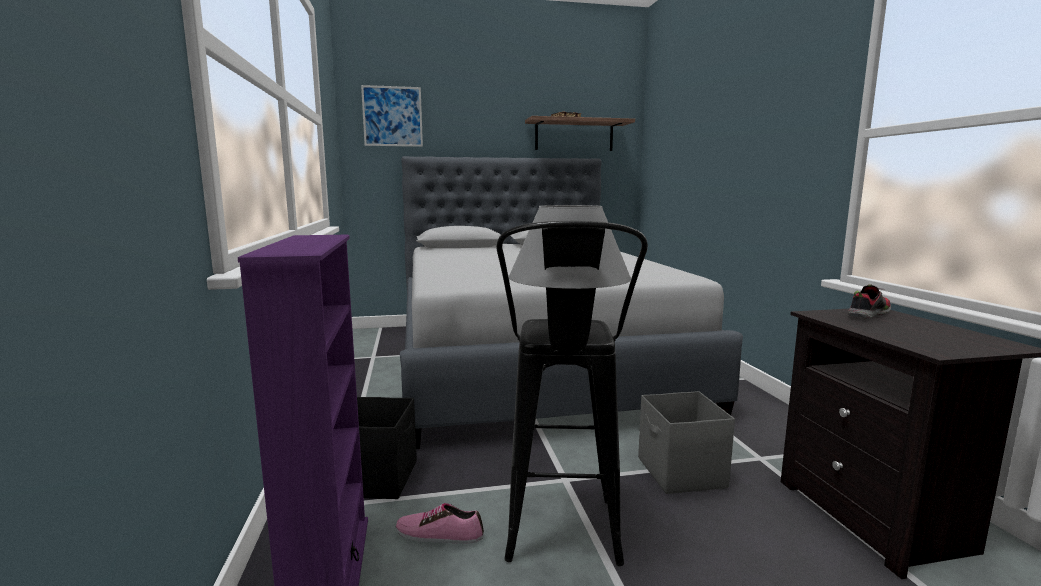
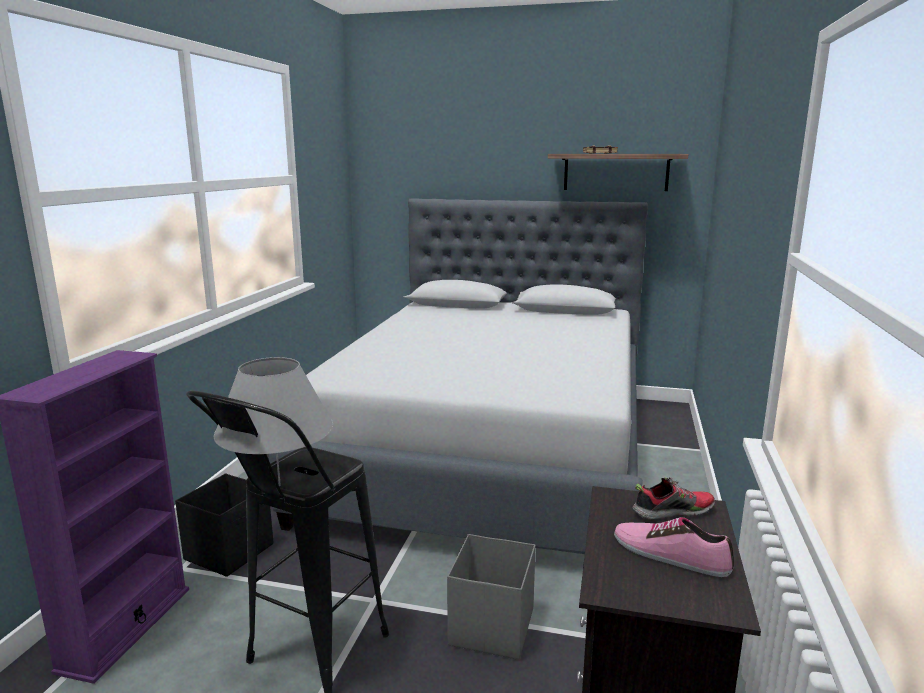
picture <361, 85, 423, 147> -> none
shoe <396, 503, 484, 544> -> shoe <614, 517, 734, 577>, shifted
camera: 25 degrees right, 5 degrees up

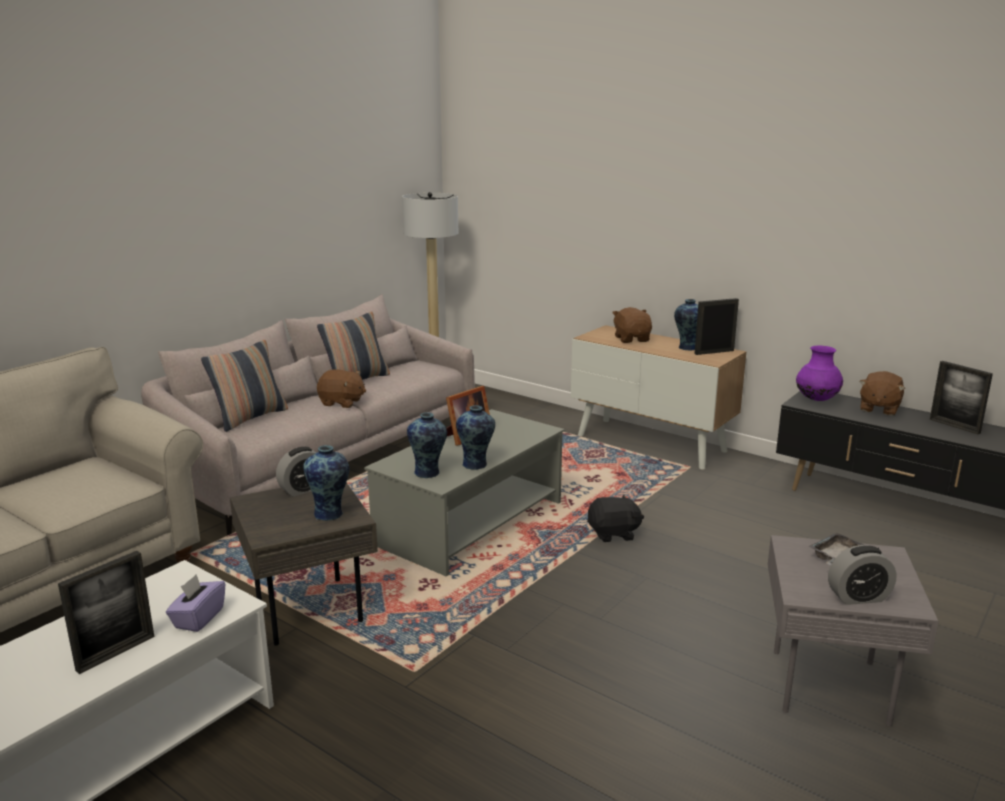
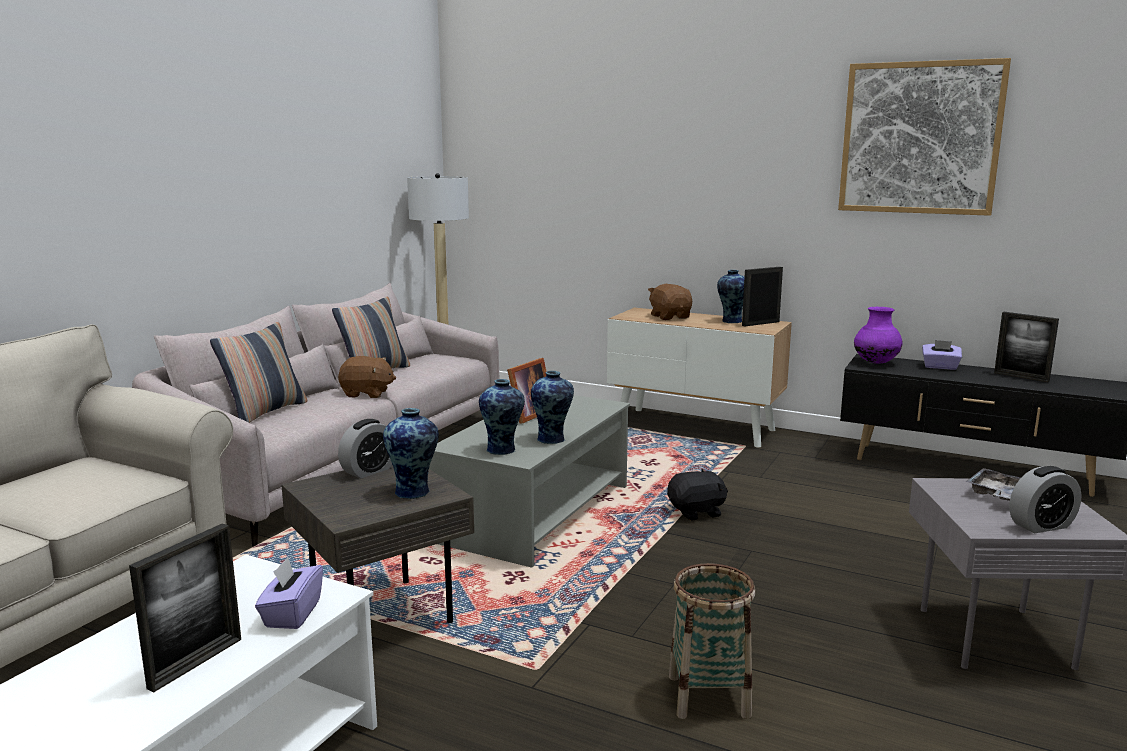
brown plush toy <859, 371, 905, 416> -> purple tissue box <922, 340, 962, 370>
none -> picture <838, 58, 1011, 216>
none -> basket <669, 563, 756, 719>
camera: 10 degrees left, 5 degrees down

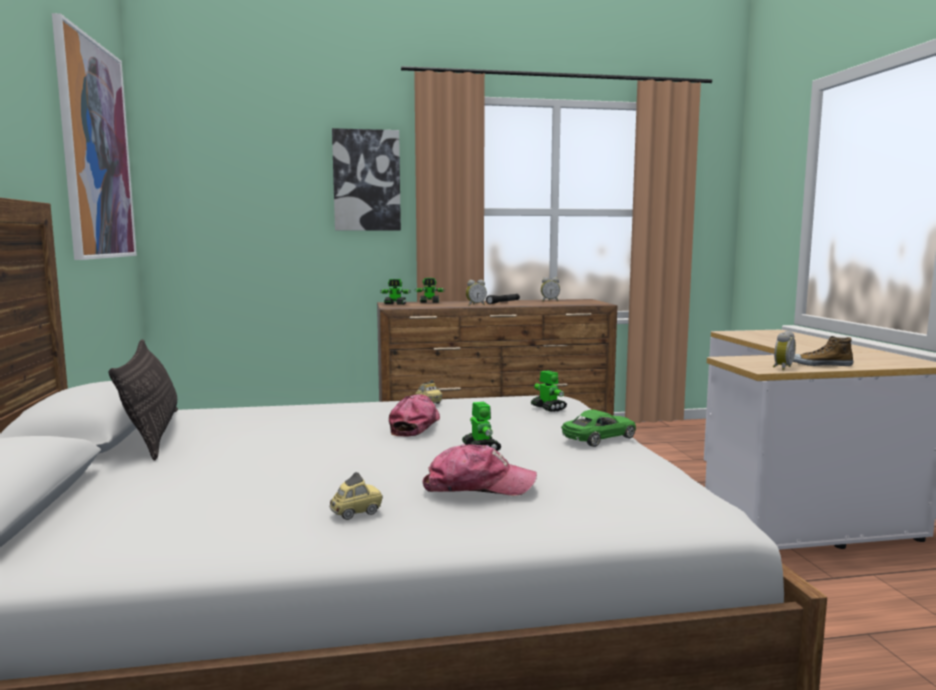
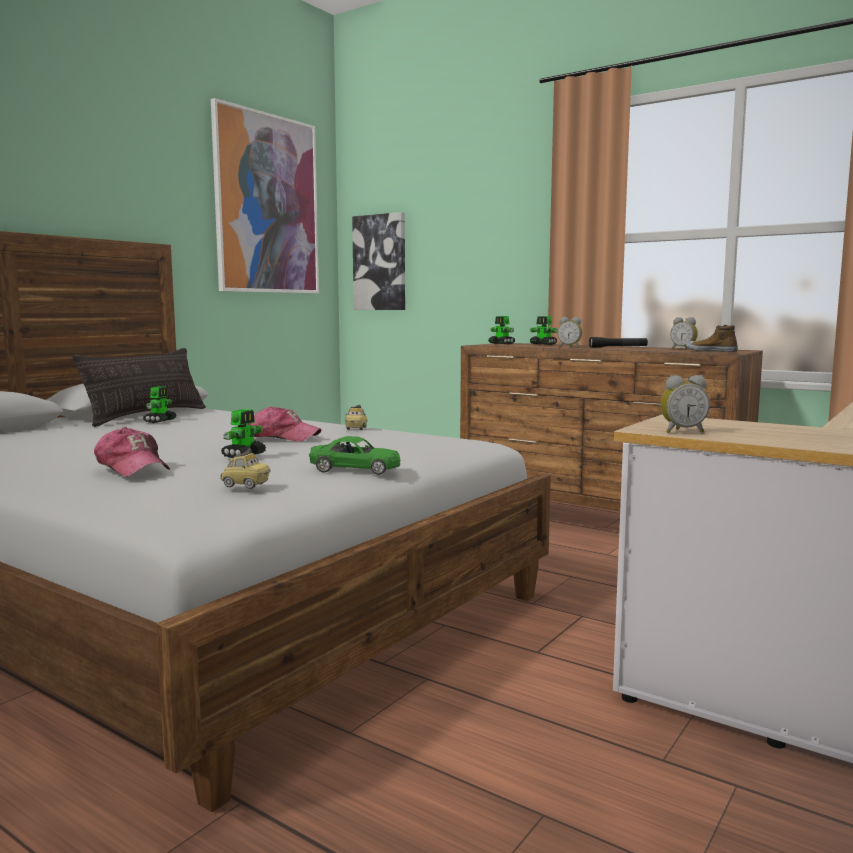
picture <332, 128, 401, 231> -> picture <352, 212, 405, 310>, shifted
shoe <793, 336, 853, 366> -> shoe <686, 325, 738, 352>, shifted
toy robot <531, 370, 567, 412> -> toy robot <143, 386, 176, 423>, shifted
cap <389, 394, 440, 436> -> cap <247, 406, 321, 441>, 45 degrees clockwise
toy car <329, 472, 383, 520> -> toy car <220, 448, 270, 489>, shifted
camera: 45 degrees right, 0 degrees up

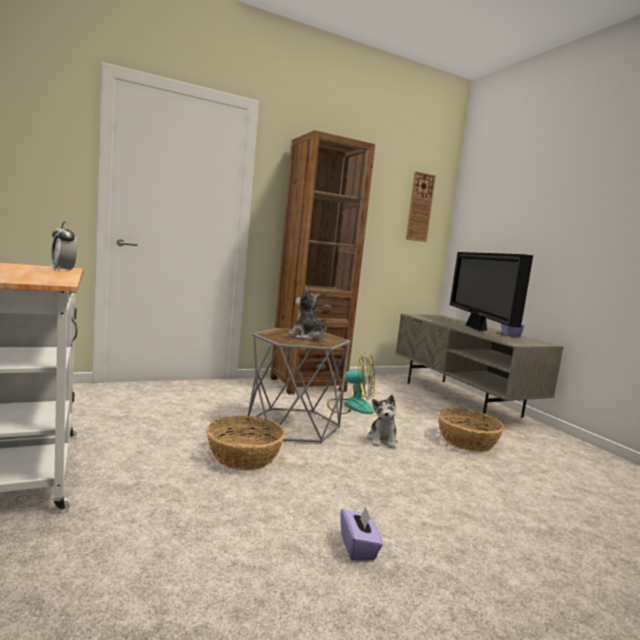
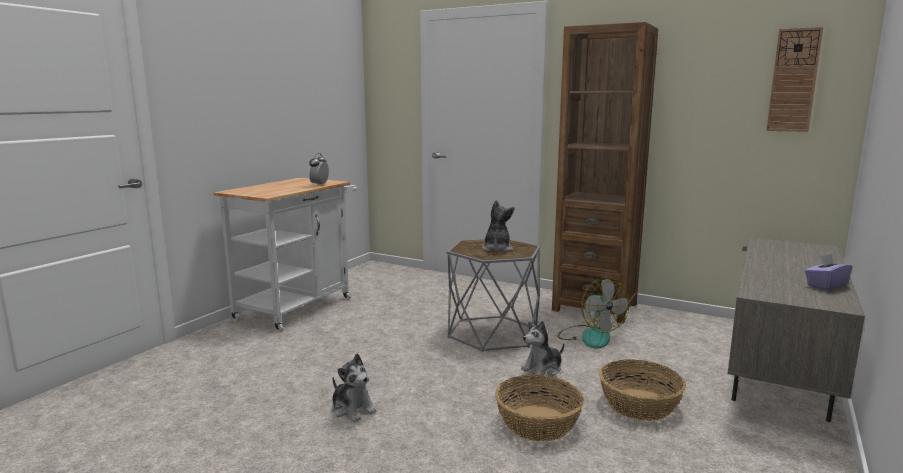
television <450, 252, 533, 331> -> none
basket <206, 415, 286, 470> -> basket <495, 374, 584, 441>, shifted
purple tissue box <341, 507, 383, 561> -> plush toy <332, 353, 377, 422>
camera: 55 degrees right, 5 degrees up

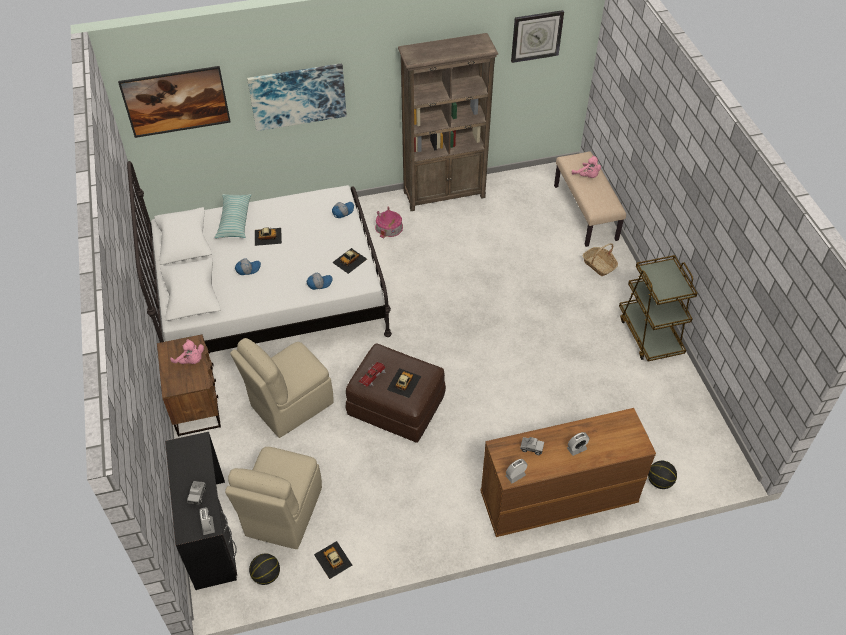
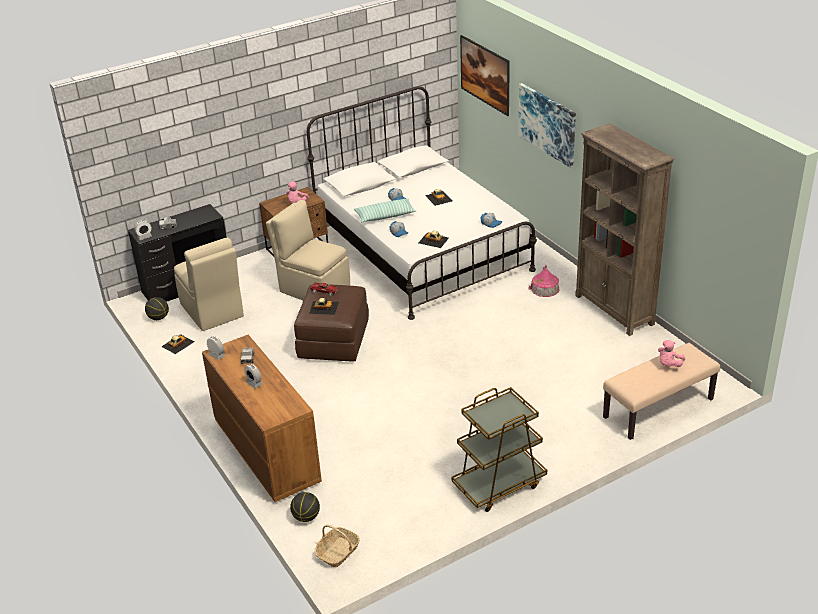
wall clock <511, 10, 564, 63> -> none
pillow <215, 194, 252, 238> -> pillow <354, 198, 416, 222>, shifted
basket <582, 243, 618, 276> -> basket <315, 525, 360, 567>, shifted
beige chair <225, 447, 322, 549> -> beige chair <174, 238, 244, 331>, 120 degrees counterclockwise
camera: 75 degrees right, 15 degrees down

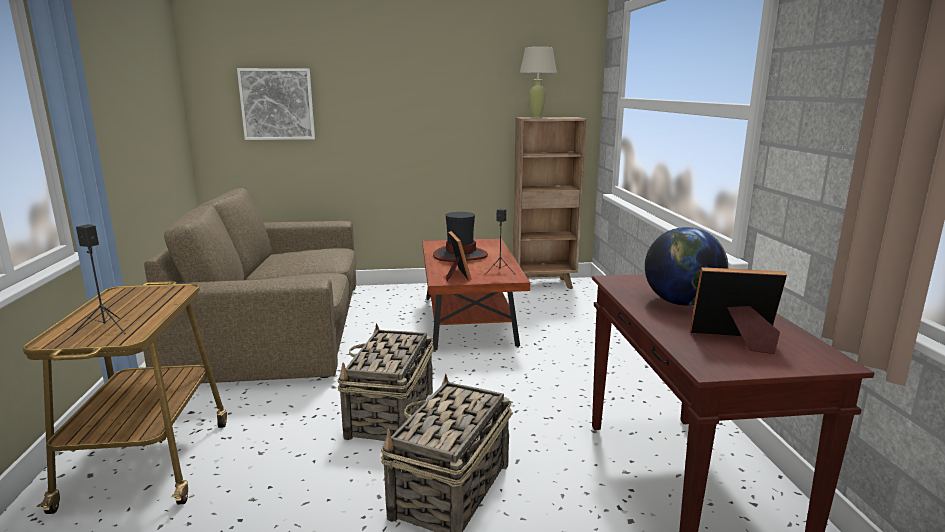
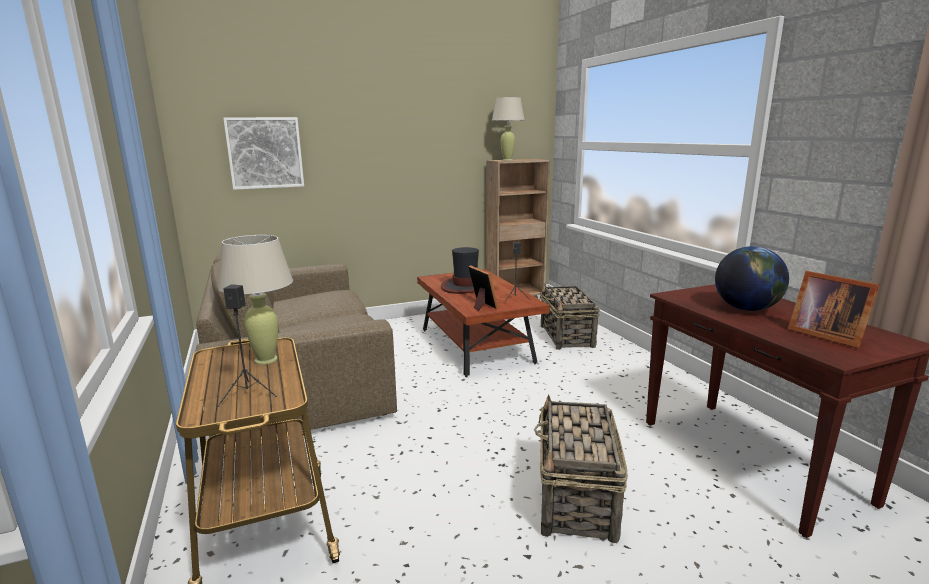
picture frame <690, 267, 787, 354> -> picture frame <788, 271, 880, 348>, 120 degrees counterclockwise
basket <337, 323, 434, 441> -> basket <540, 284, 600, 350>, shifted
none -> beige table lamp <218, 235, 293, 365>
camera: 15 degrees left, 0 degrees up

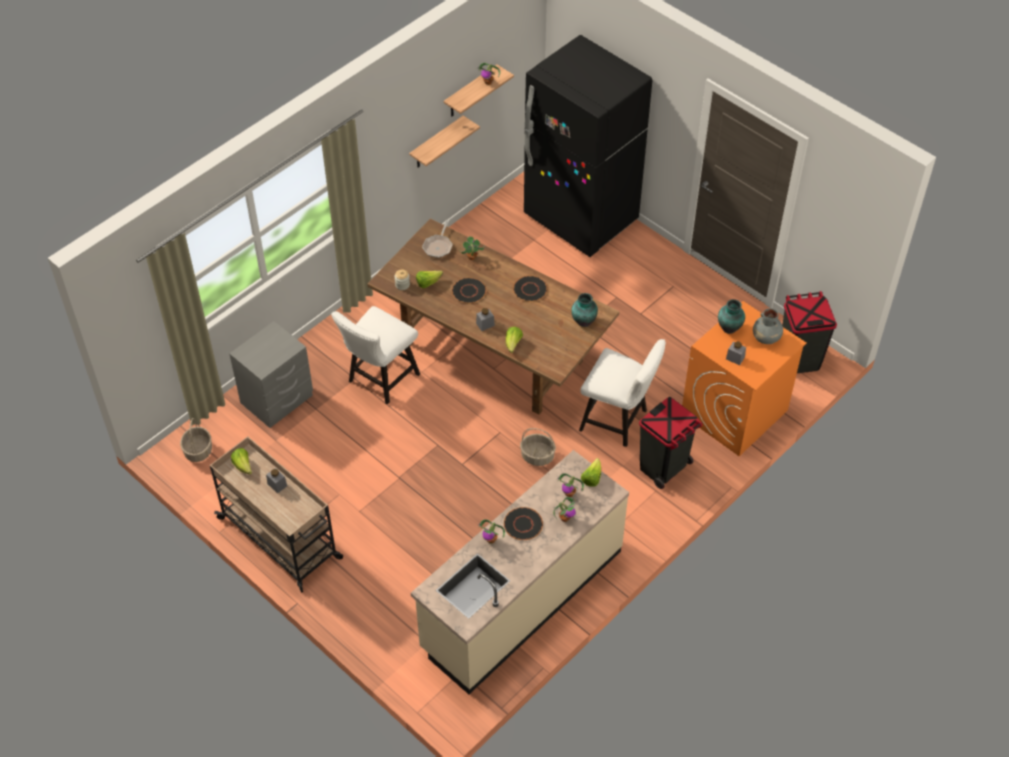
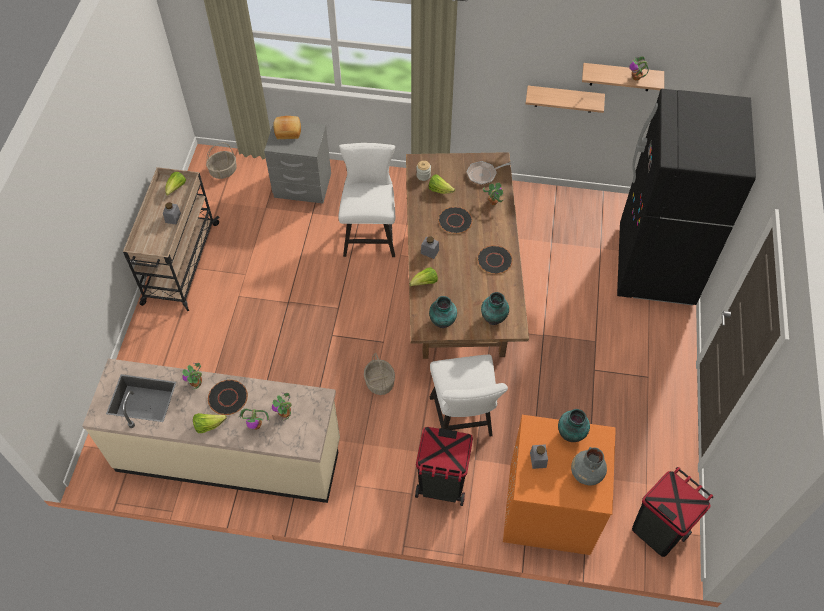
white chair <331, 306, 420, 405> -> white chair <338, 143, 395, 257>, 90 degrees clockwise
lettuce <581, 458, 601, 487> -> lettuce <193, 413, 227, 433>, shifted
none -> bread <273, 116, 301, 139>
none -> vase <429, 296, 457, 328>
camera: 55 degrees right, 5 degrees up

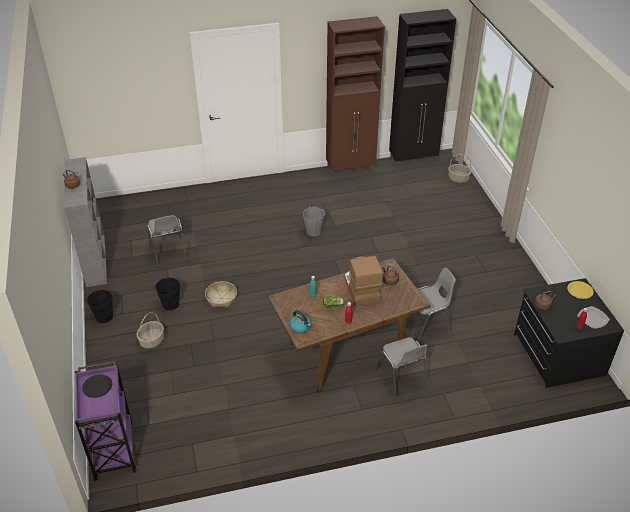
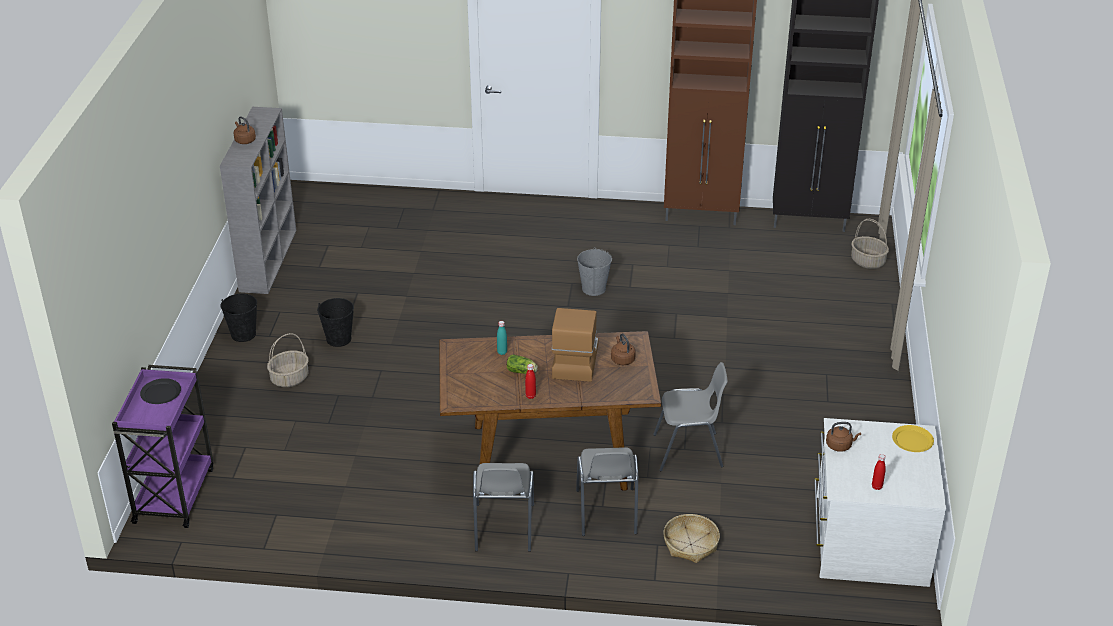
grey chair <147, 215, 187, 267> -> grey chair <473, 463, 534, 552>, shifted
black dresser <514, 278, 624, 388> -> white dresser <814, 418, 946, 587>
basket <205, 281, 237, 308> -> basket <663, 514, 720, 563>, shifted
plate <577, 306, 610, 329> -> none
kettle <289, 310, 311, 334> -> none
camera: 20 degrees right, 5 degrees down

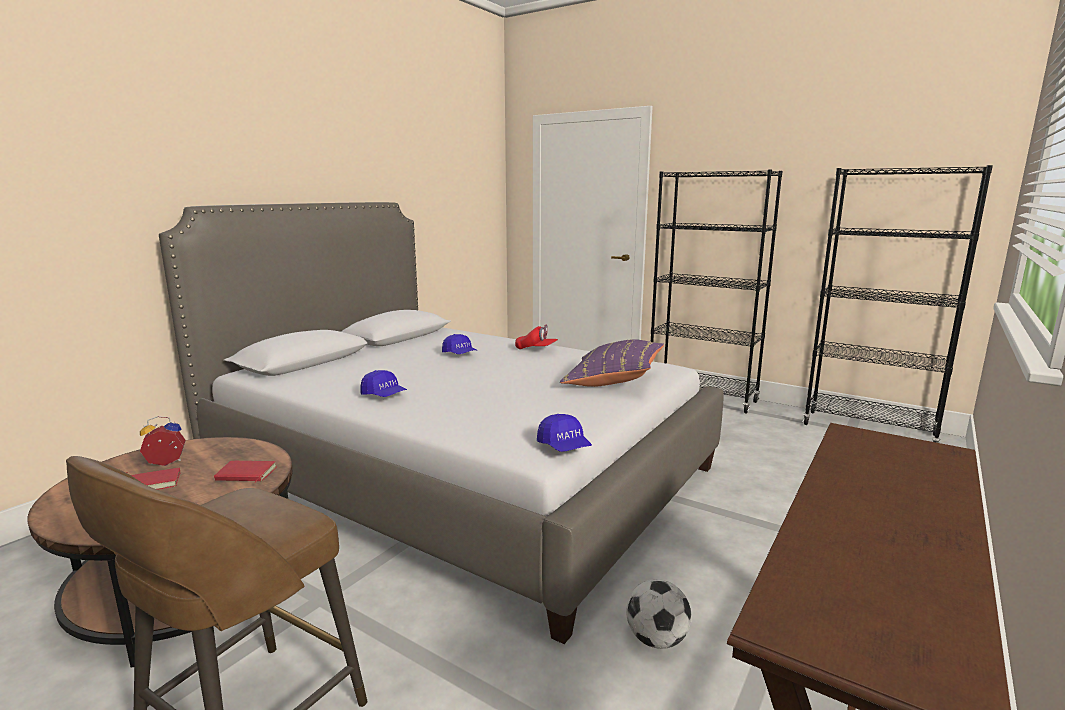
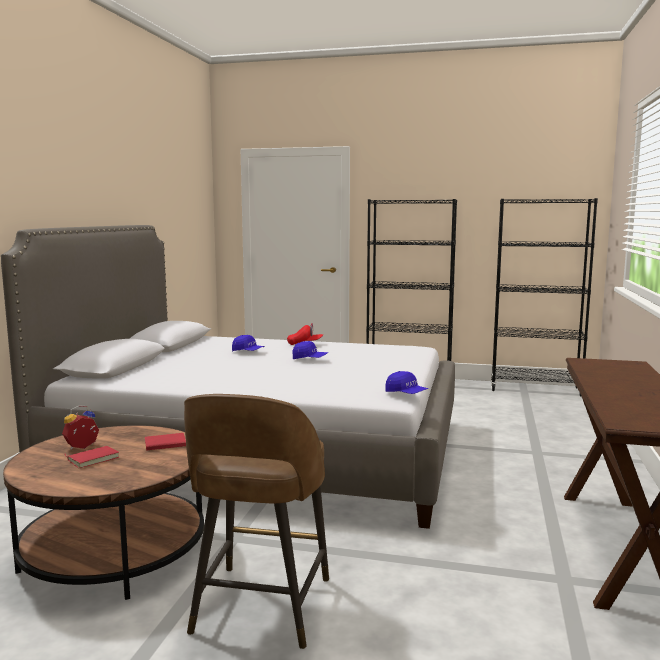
purple pillow <560, 339, 664, 387> -> none
blue cap <360, 370, 407, 397> -> blue cap <293, 341, 328, 359>, shifted
football <626, 579, 692, 649> -> none
camera: 20 degrees left, 5 degrees down

